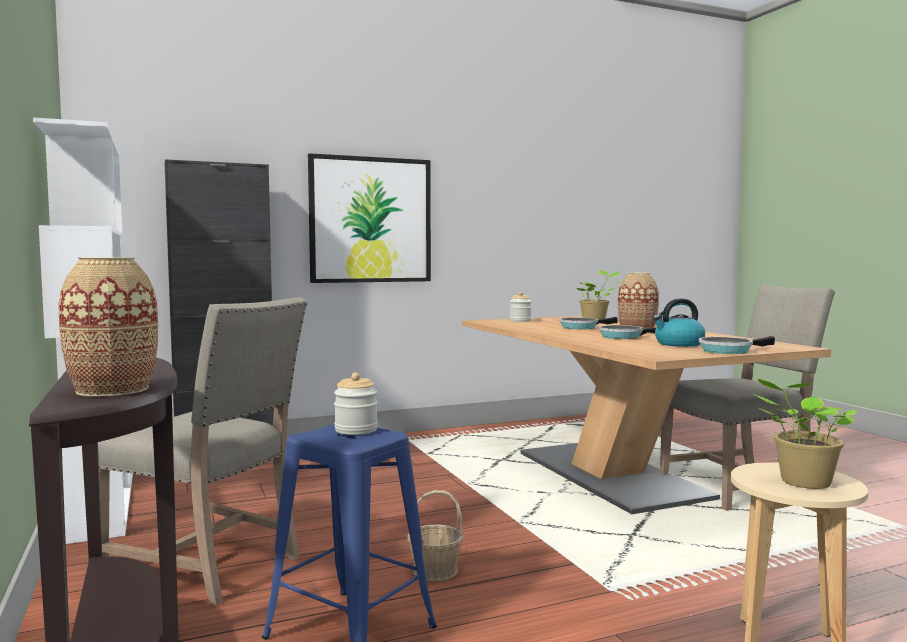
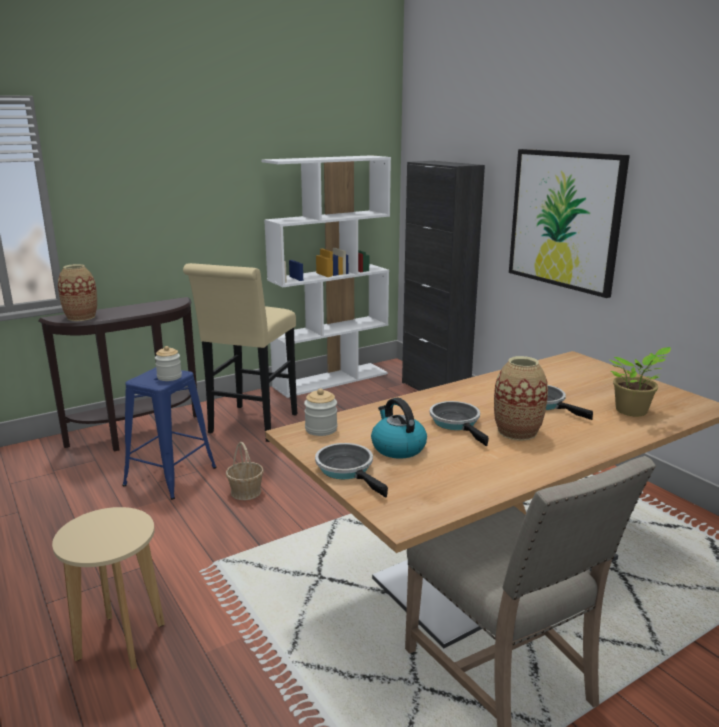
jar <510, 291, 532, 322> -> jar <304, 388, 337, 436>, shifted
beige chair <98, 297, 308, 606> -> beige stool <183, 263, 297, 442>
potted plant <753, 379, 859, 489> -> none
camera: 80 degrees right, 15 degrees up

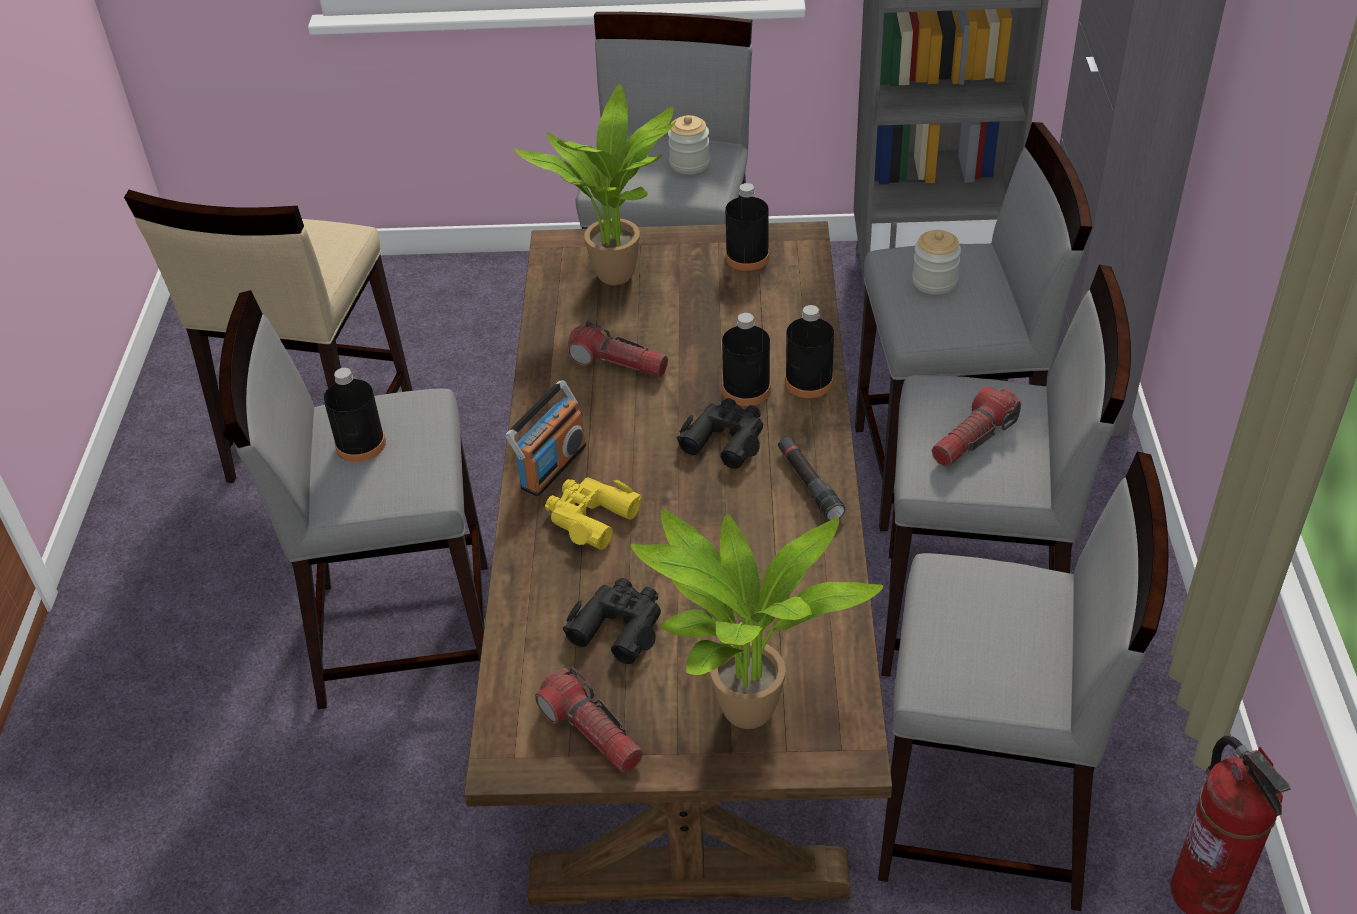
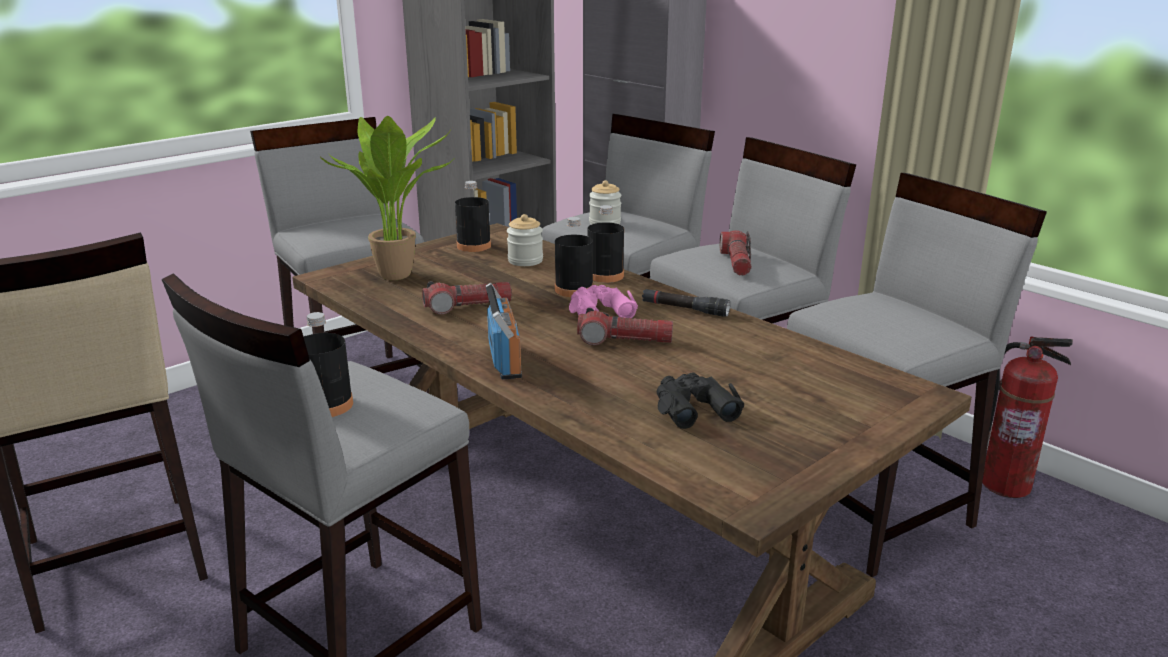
jar <668, 115, 710, 174> -> jar <507, 214, 543, 266>, shifted
black binoculars <677, 398, 763, 469> -> pink binoculars <569, 285, 638, 318>
yellow binoculars <545, 477, 642, 550> -> none
potted plant <631, 508, 883, 729> -> none
flashlight <535, 667, 643, 773> -> flashlight <577, 308, 673, 345>, shifted
camera: 45 degrees left, 20 degrees down

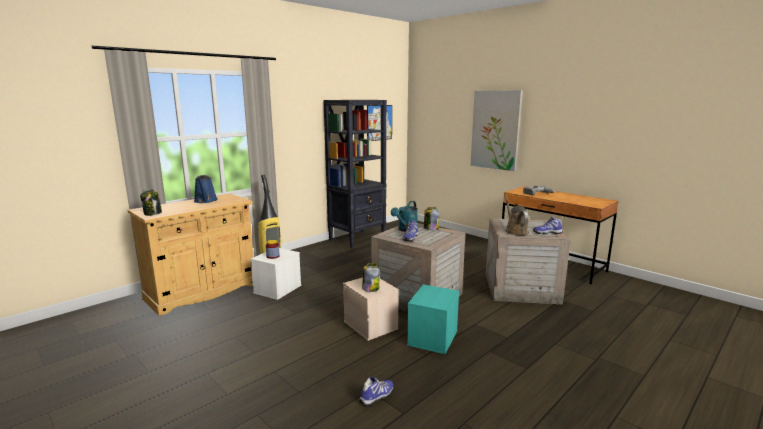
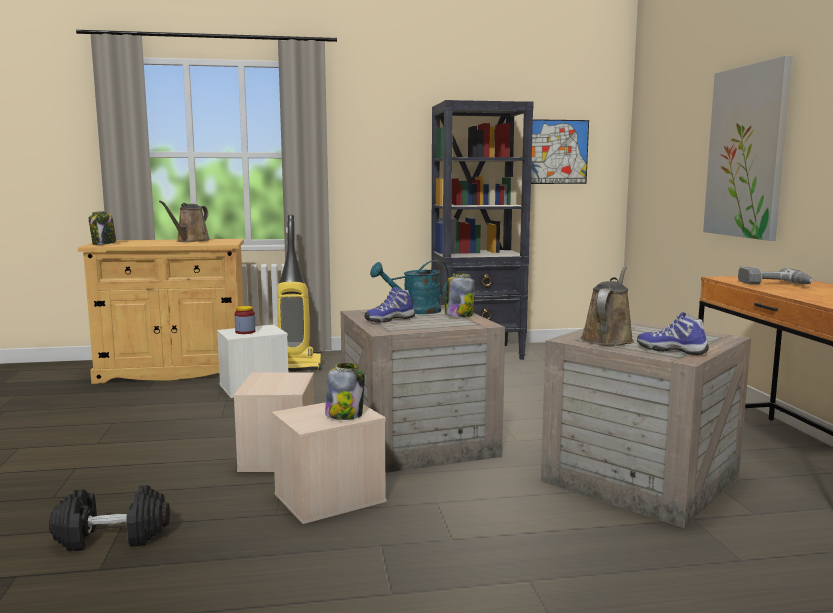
blue watering can <194, 175, 218, 203> -> brown watering can <159, 201, 210, 242>
jar <362, 263, 380, 292> -> jar <325, 363, 365, 420>, shifted
turquoise storage box <407, 284, 459, 354> -> beige storage box <272, 402, 387, 524>
shoe <359, 377, 393, 406> -> black dumbbell <49, 485, 170, 551>
camera: 35 degrees right, 5 degrees down

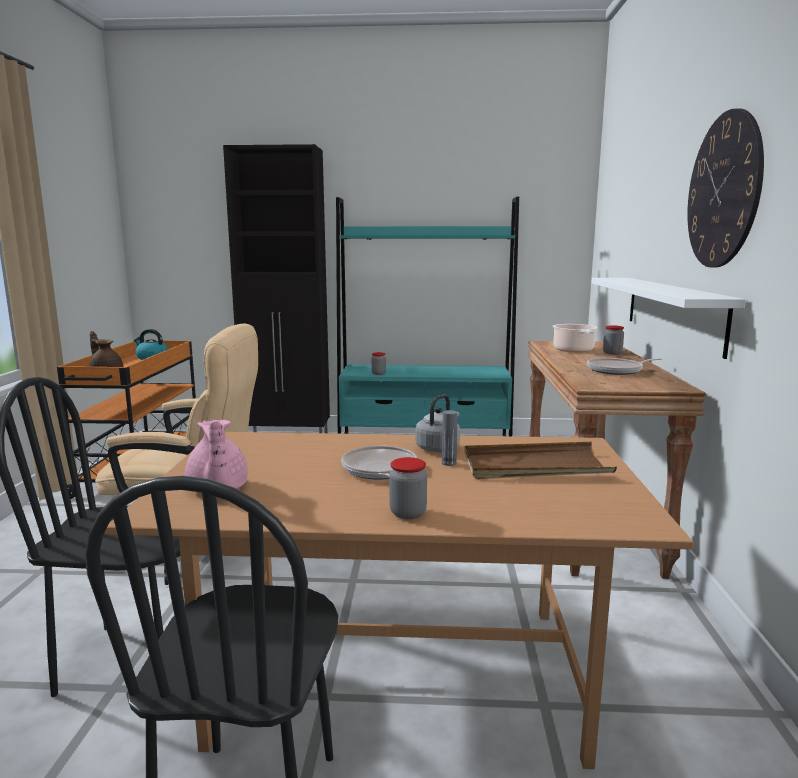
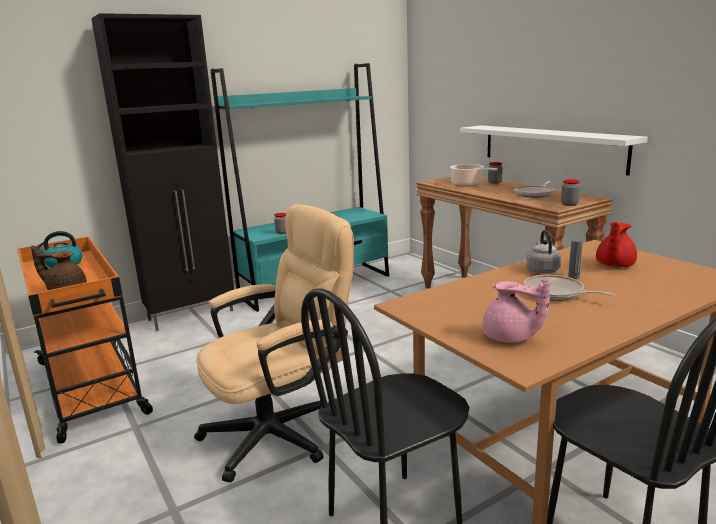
wall clock <687, 109, 764, 268> -> none
brown tray <464, 441, 617, 479> -> red teapot <596, 222, 637, 267>
jar <389, 457, 427, 519> -> jar <561, 179, 580, 206>, shifted
camera: 35 degrees left, 5 degrees up

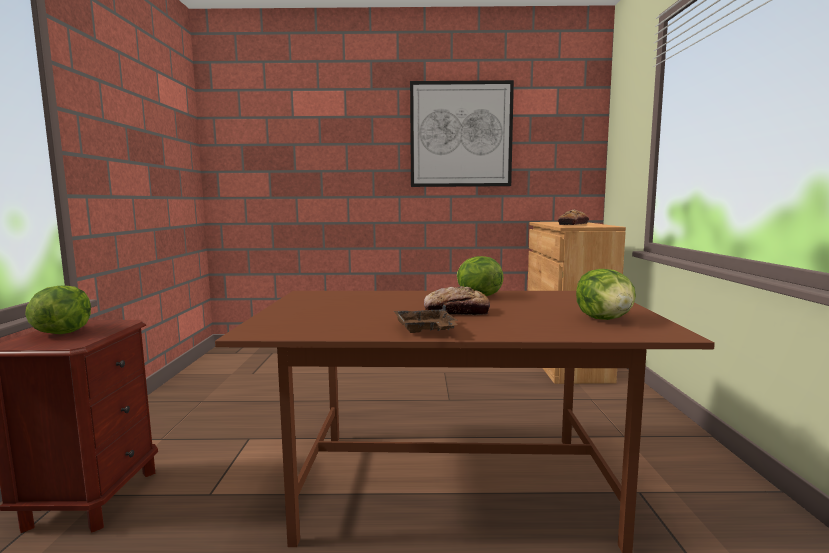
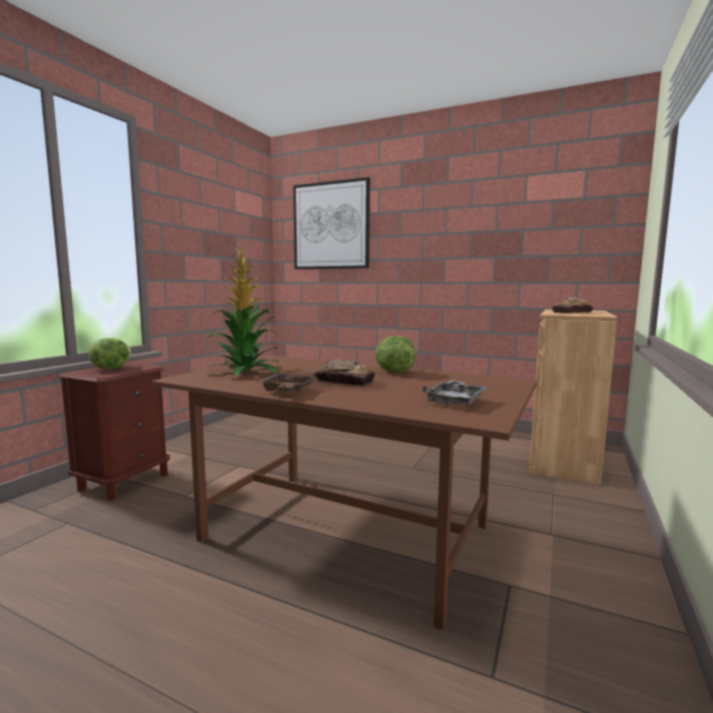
picture <410, 80, 514, 187> -> picture <293, 177, 370, 269>, shifted
lettuce <576, 269, 636, 320> -> grey tray <422, 380, 488, 406>
none -> potted plant <203, 247, 279, 375>
camera: 25 degrees right, 0 degrees up

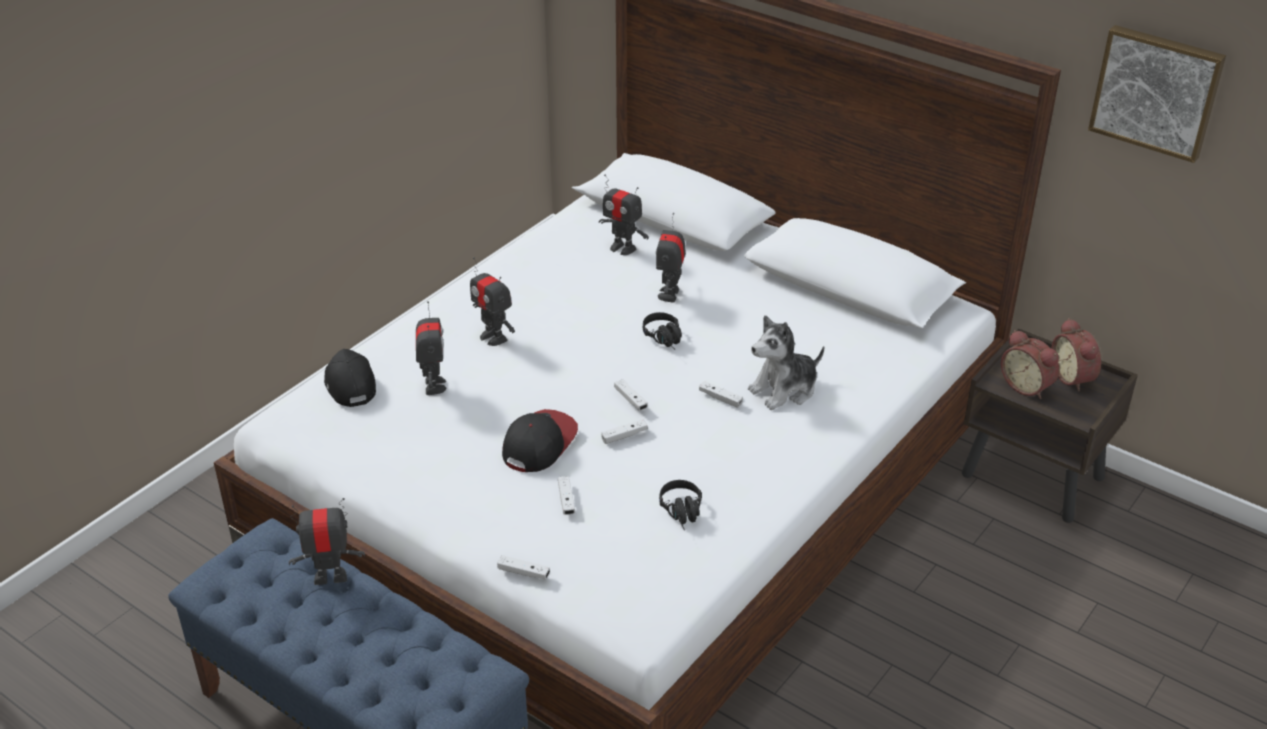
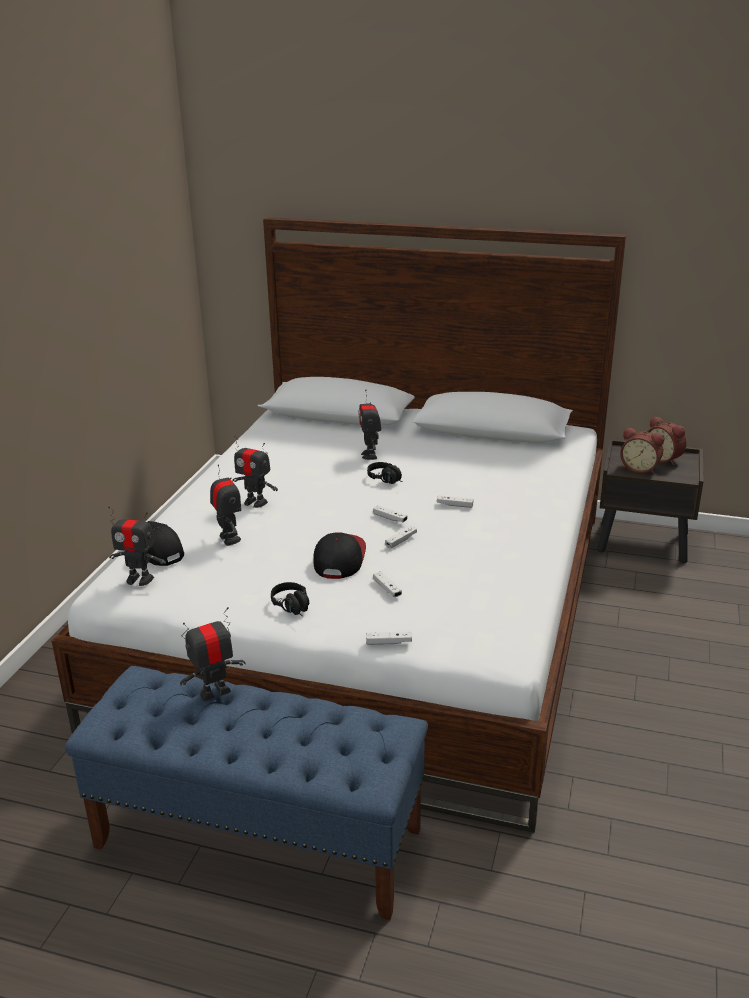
picture <1088, 25, 1226, 163> -> none
toy robot <599, 175, 649, 255> -> toy robot <108, 507, 166, 586>, shifted
plush toy <748, 315, 825, 410> -> none
black headphones <659, 480, 702, 531> -> black headphones <271, 582, 309, 617>, shifted
camera: 20 degrees left, 10 degrees down

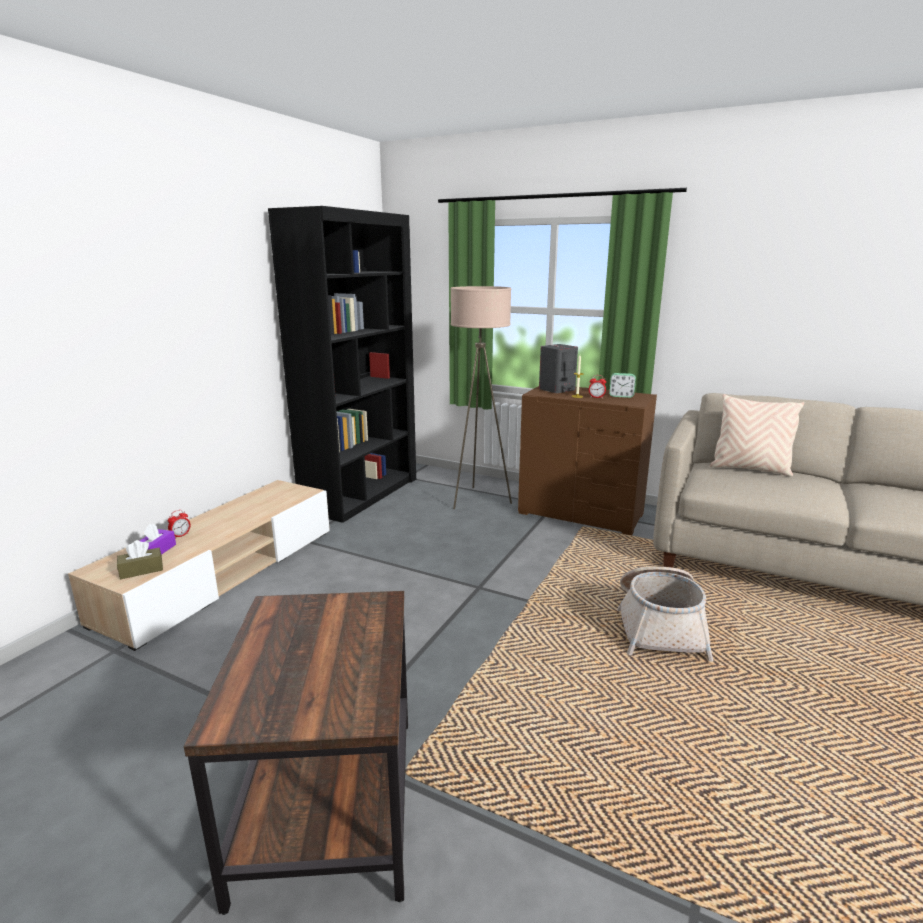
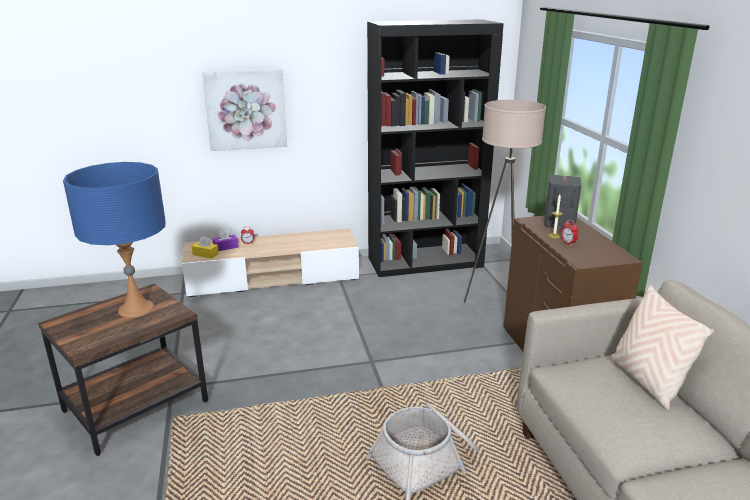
alarm clock <609, 373, 636, 398> -> none
brown tissue box <117, 540, 163, 579> -> yellow tissue box <192, 236, 219, 259>
none -> picture <202, 70, 287, 151>
none -> blue table lamp <63, 162, 166, 318>
camera: 50 degrees right, 5 degrees up

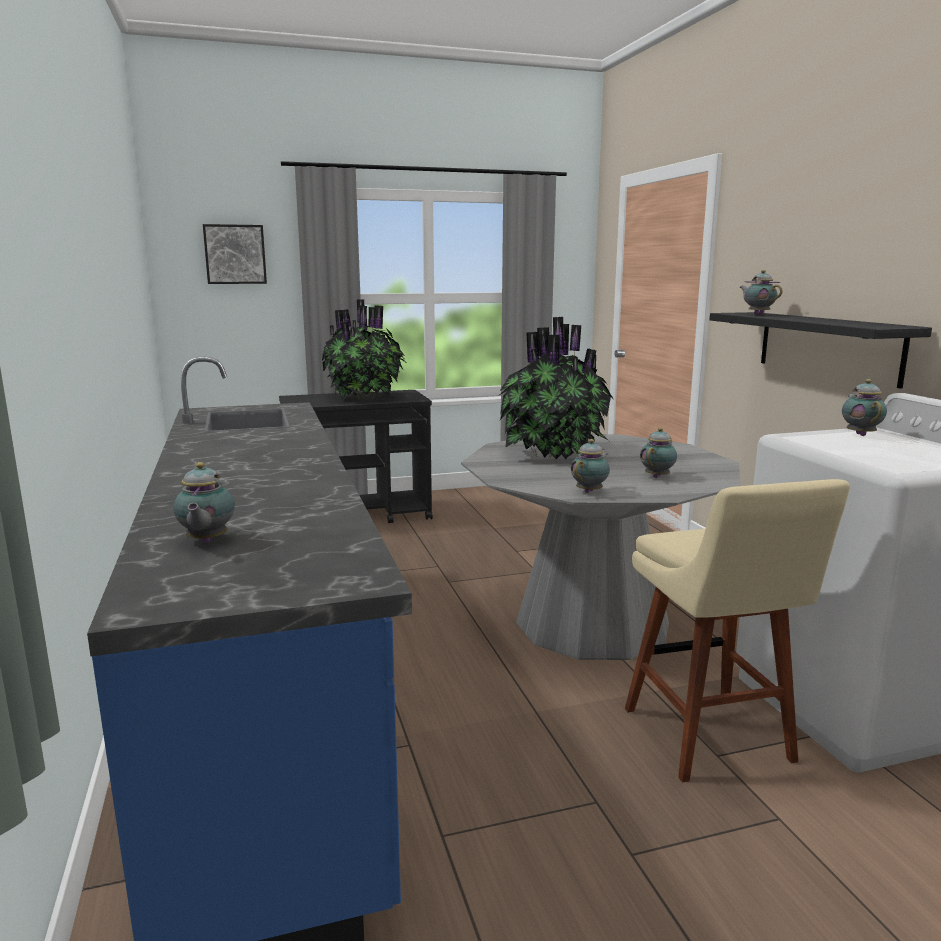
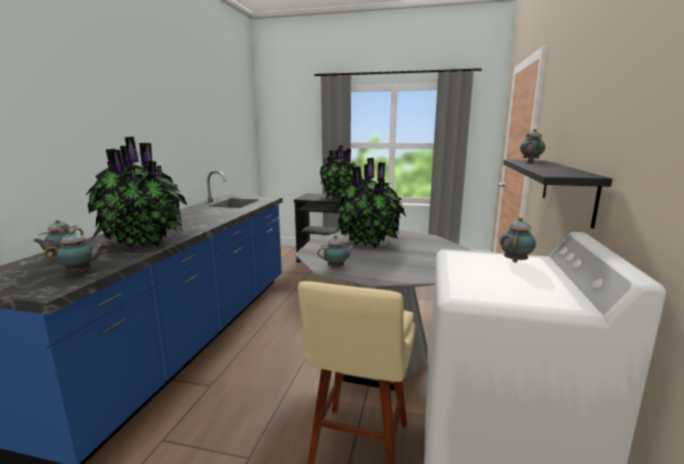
picture <203, 224, 267, 284> -> none
teapot <640, 428, 677, 478> -> teapot <44, 231, 106, 273>, shifted
none -> potted plant <86, 137, 187, 247>
camera: 30 degrees right, 0 degrees up

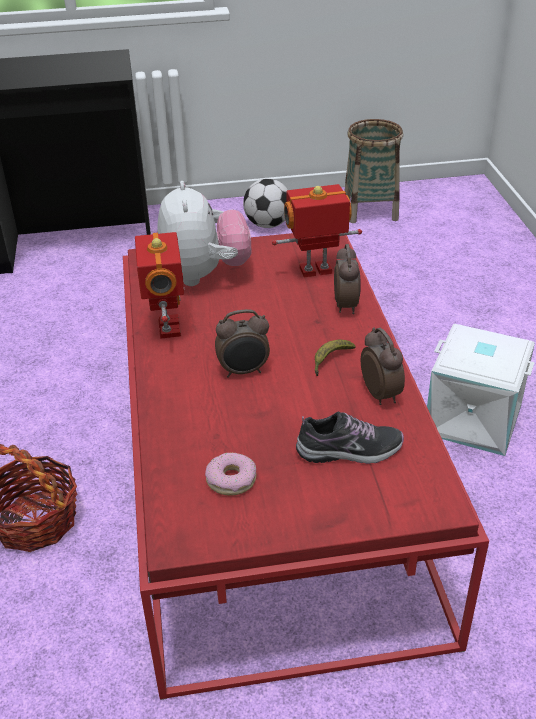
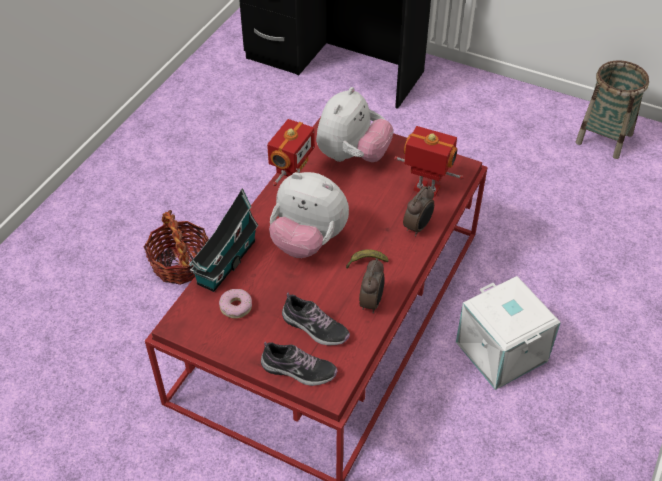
football <243, 178, 288, 228> -> none
alarm clock <215, 309, 270, 378> -> plush toy <269, 172, 349, 258>
none -> toy house <189, 189, 259, 292>
none -> shoe <261, 341, 338, 386>
camera: 35 degrees right, 10 degrees up

